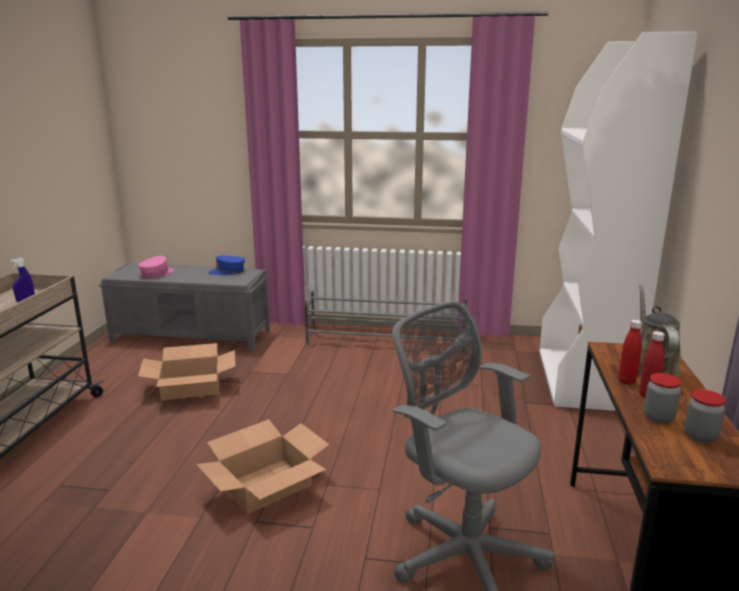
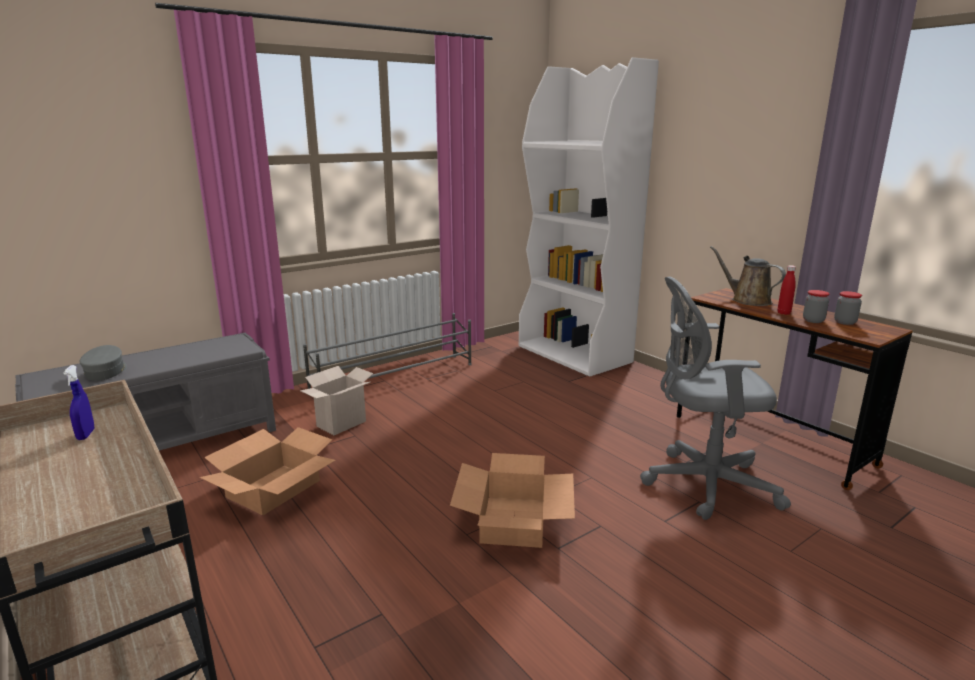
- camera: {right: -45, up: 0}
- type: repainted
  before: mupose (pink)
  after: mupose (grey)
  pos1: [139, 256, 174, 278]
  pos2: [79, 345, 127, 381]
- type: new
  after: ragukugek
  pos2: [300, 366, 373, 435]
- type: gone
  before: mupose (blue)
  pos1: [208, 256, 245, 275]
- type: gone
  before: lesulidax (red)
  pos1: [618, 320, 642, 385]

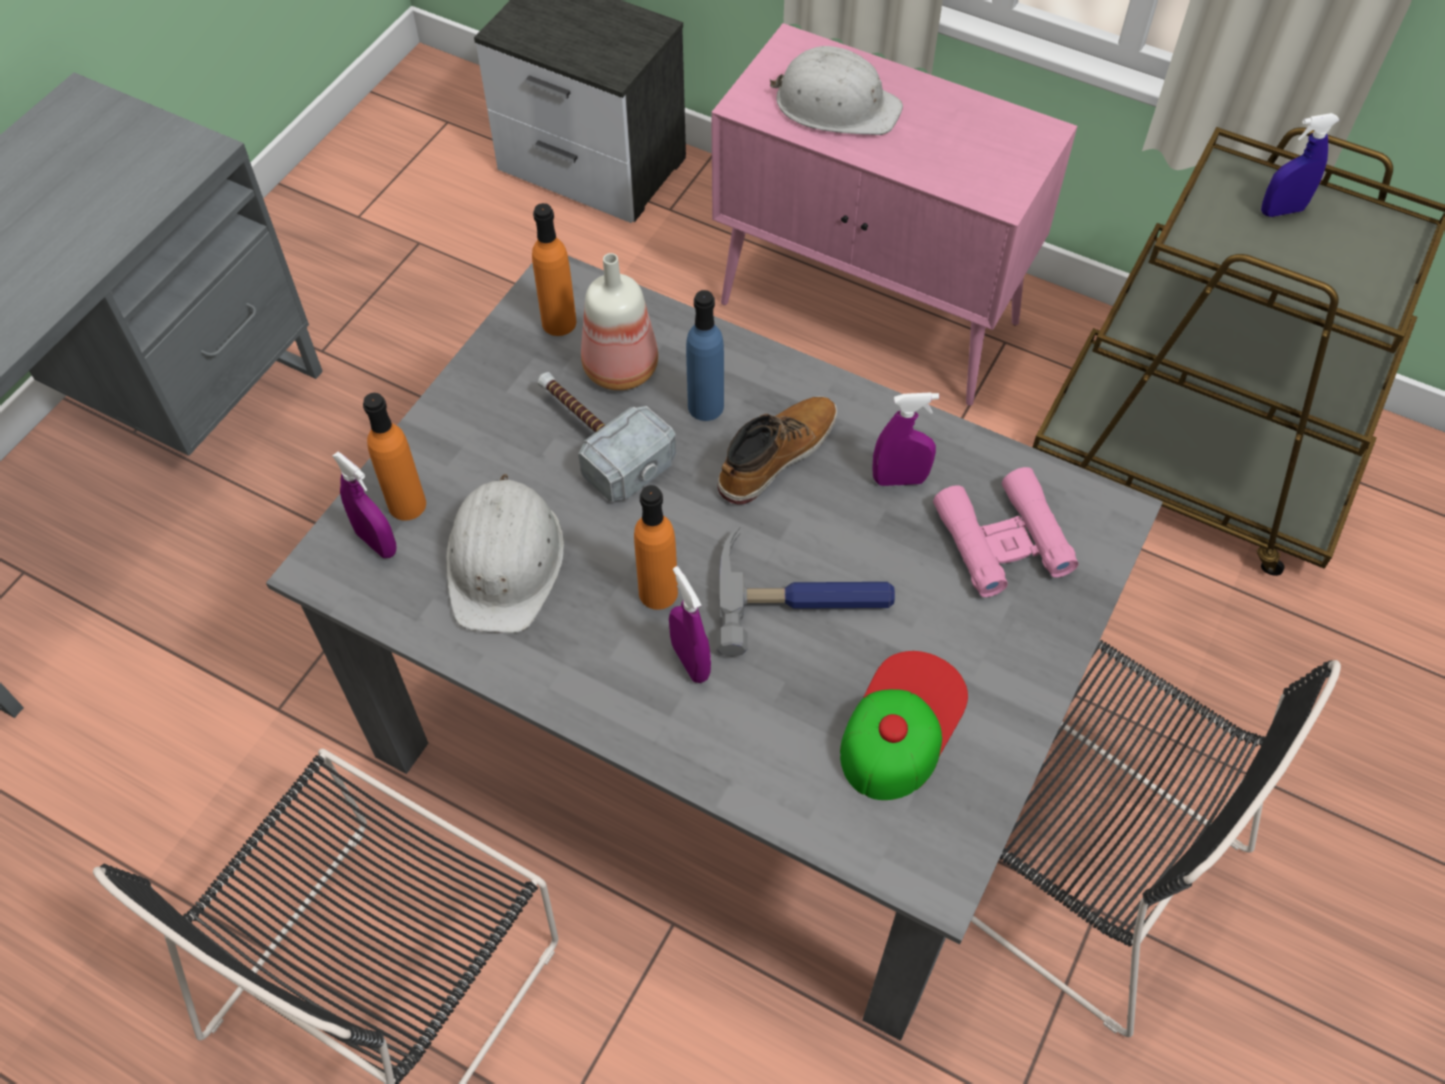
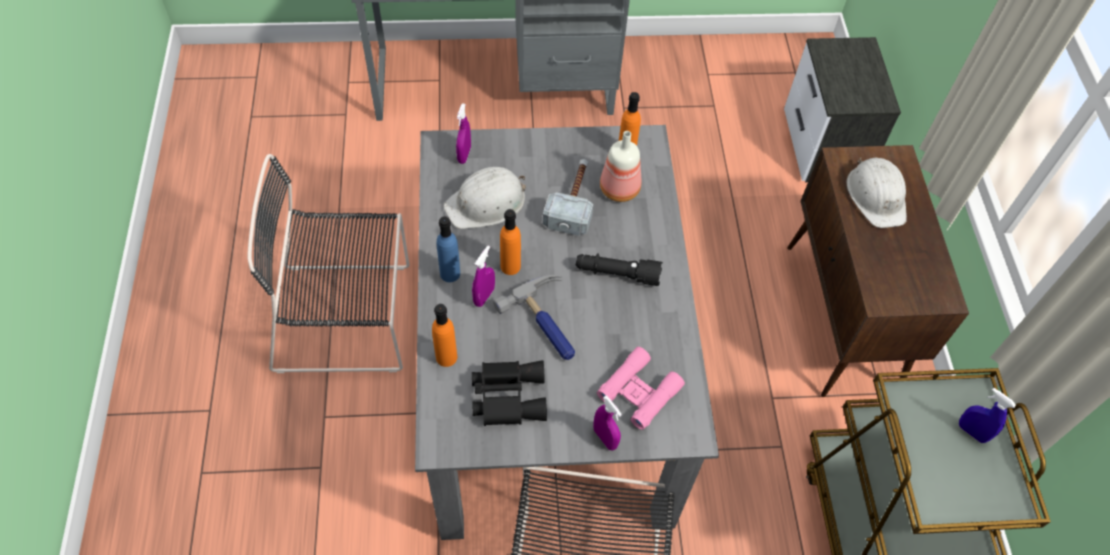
- camera: {right: 55, up: 0}
- type: shifted
  before: lesulidax (orange)
  pos1: [363, 393, 426, 521]
  pos2: [432, 304, 457, 367]
- type: shifted
  before: lesulidax (blue)
  pos1: [686, 290, 724, 421]
  pos2: [436, 216, 460, 282]
- type: swapped
  before: mupose
  after: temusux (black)
  pos1: [840, 651, 968, 800]
  pos2: [472, 361, 547, 426]
- type: swapped
  before: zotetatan
  after: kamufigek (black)
  pos1: [717, 396, 837, 505]
  pos2: [576, 253, 663, 286]
- type: shifted
  before: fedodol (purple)
  pos1: [872, 392, 939, 486]
  pos2: [593, 395, 622, 451]
- type: repainted
  before: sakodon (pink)
  after: sakodon (brown)
  pos1: [711, 23, 1077, 406]
  pos2: [787, 145, 969, 397]

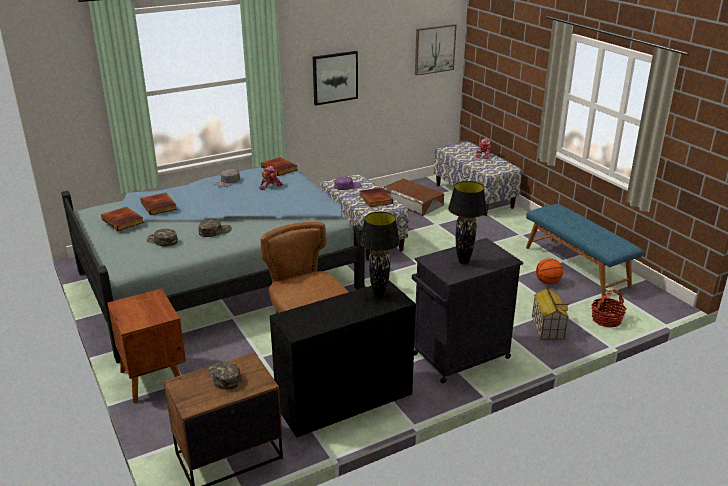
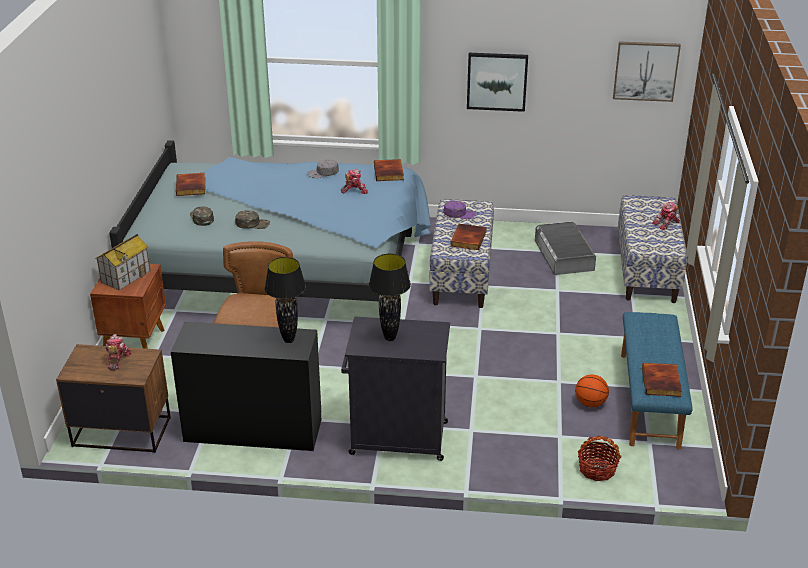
- camera: {right: 35, up: 5}
- type: shifted
  before: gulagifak
  pos1: [532, 287, 569, 340]
  pos2: [96, 234, 151, 290]
- type: swapped
  before: mupose (green)
  after: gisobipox
  pos1: [208, 362, 241, 390]
  pos2: [106, 334, 131, 371]
- type: repainted
  before: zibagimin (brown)
  after: zibagimin (grey)
  pos1: [383, 179, 444, 216]
  pos2: [535, 222, 596, 275]
- type: shifted
  before: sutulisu
  pos1: [140, 193, 177, 216]
  pos2: [642, 363, 682, 397]

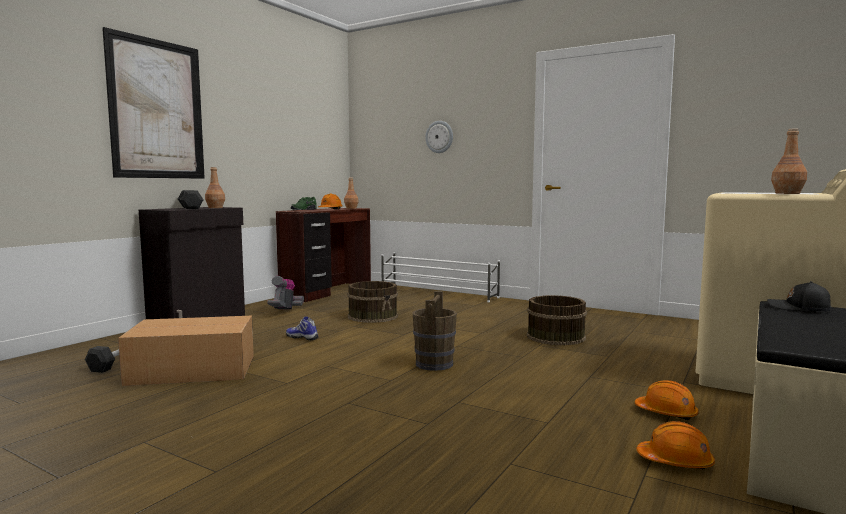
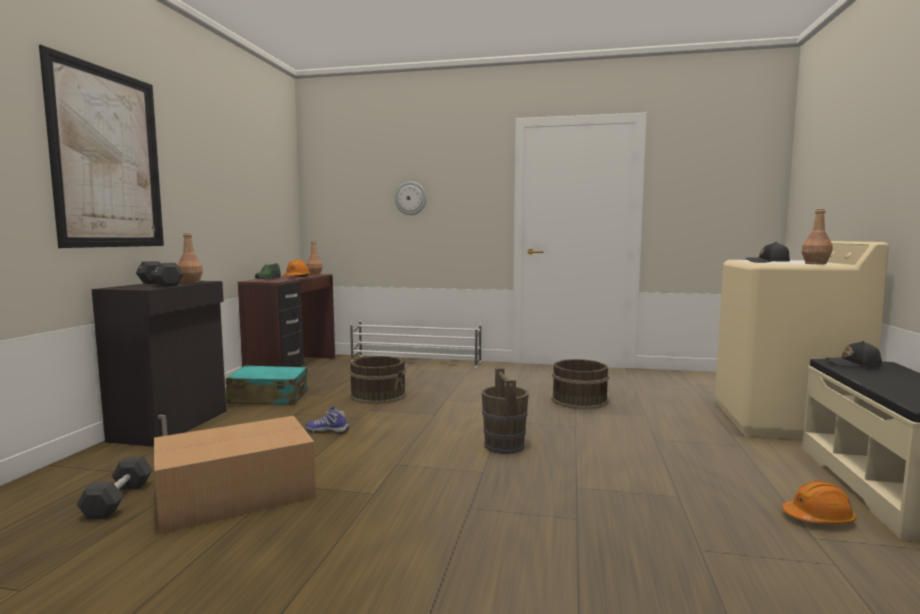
- camera: {right: -20, up: 0}
- type: swapped
  before: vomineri
  after: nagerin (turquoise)
  pos1: [267, 276, 304, 310]
  pos2: [226, 365, 307, 405]
- type: new
  after: mupose (black)
  pos2: [746, 242, 790, 263]
- type: gone
  before: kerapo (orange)
  pos1: [635, 380, 699, 420]

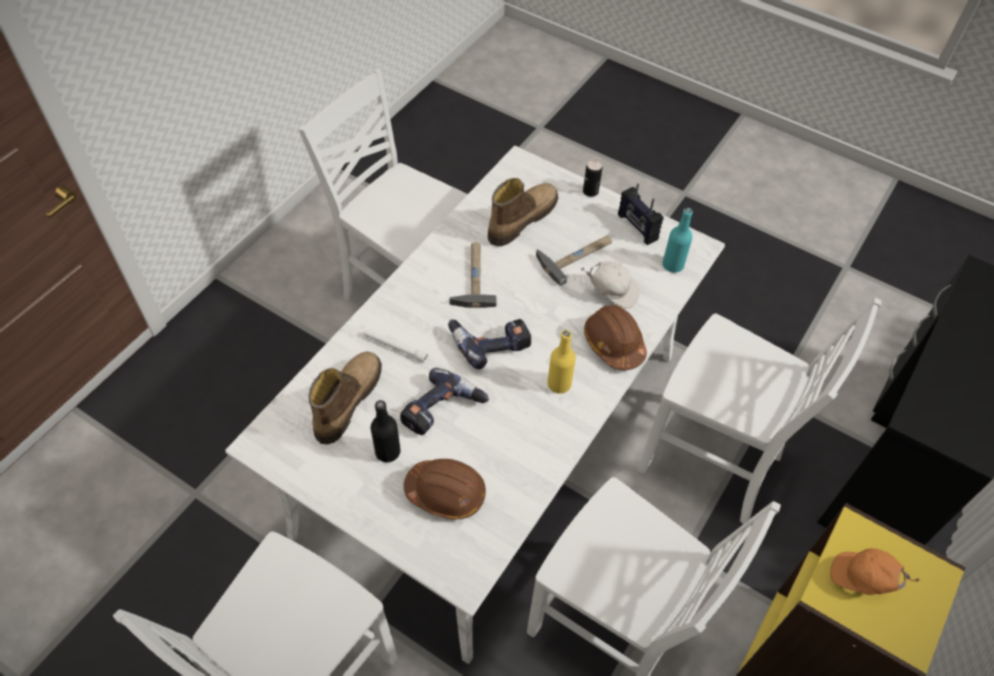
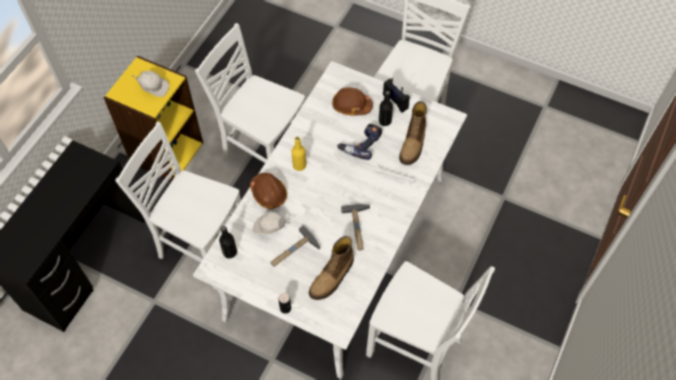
- camera: {right: 175, up: 5}
- type: repainted
  before: mupose (orange)
  after: mupose (white)
  pos1: [830, 548, 919, 595]
  pos2: [132, 71, 169, 97]
- type: repainted
  before: lesulidax (turquoise)
  after: lesulidax (black)
  pos1: [662, 208, 693, 273]
  pos2: [219, 226, 237, 258]
- type: shifted
  before: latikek
  pos1: [618, 183, 664, 245]
  pos2: [383, 78, 410, 113]
- type: gone
  before: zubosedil
  pos1: [448, 319, 531, 369]

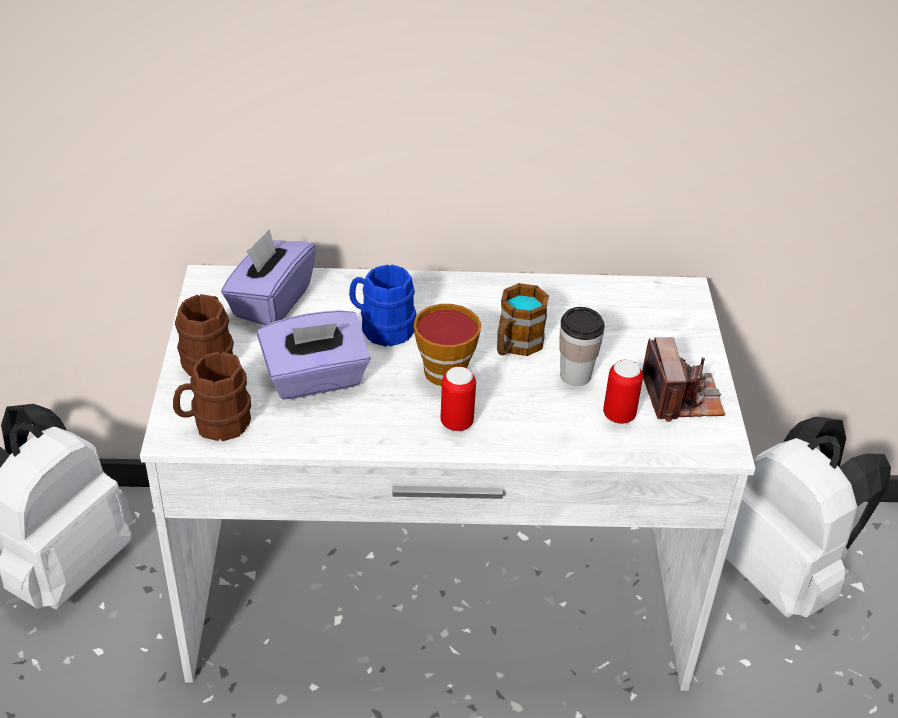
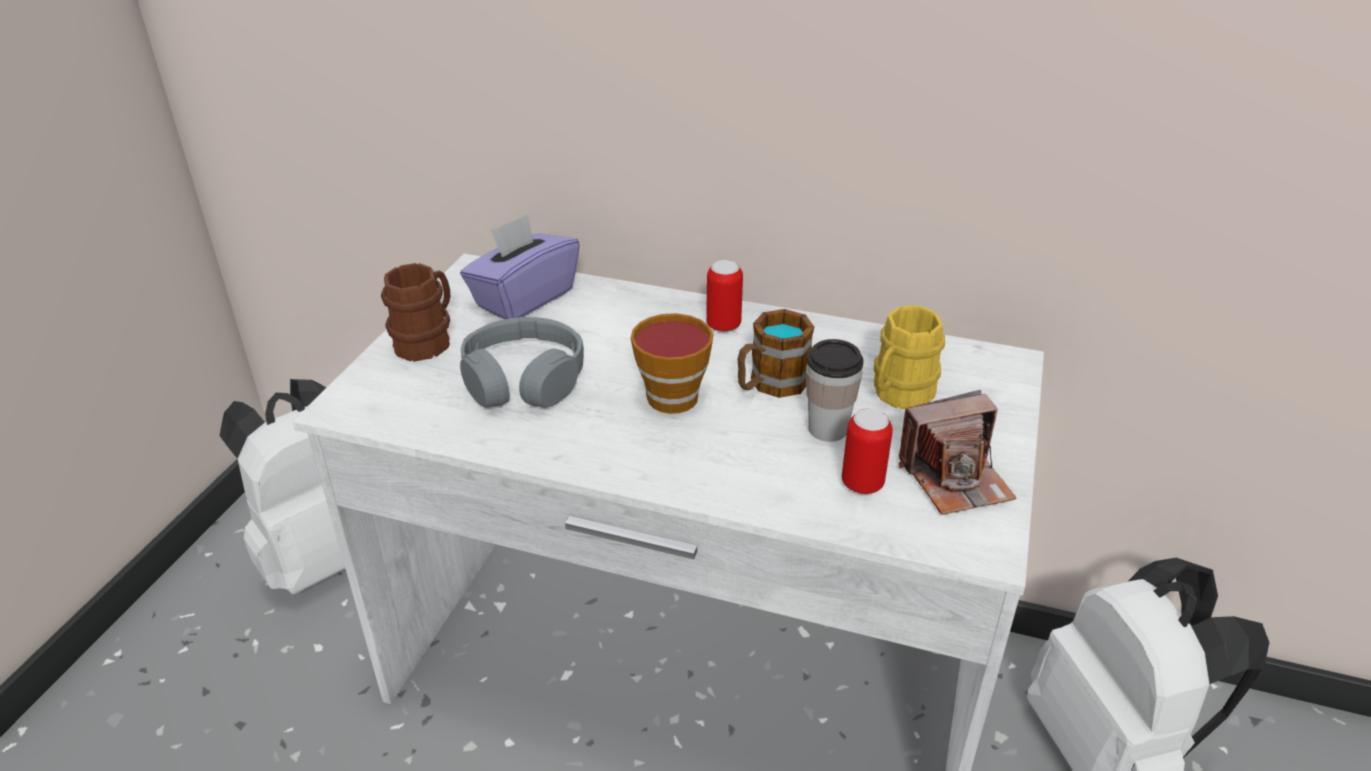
- camera: {right: 20, up: -5}
- type: swapped
  before: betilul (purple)
  after: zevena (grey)
  pos1: [257, 310, 371, 400]
  pos2: [460, 317, 584, 408]
- type: shifted
  before: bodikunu
  pos1: [441, 367, 476, 431]
  pos2: [706, 260, 743, 332]
- type: new
  after: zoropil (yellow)
  pos2: [874, 305, 945, 409]
- type: rotated
  before: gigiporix
  pos1: [642, 337, 725, 422]
  pos2: [899, 390, 1017, 515]
  turn: 60
- type: gone
  before: zoropil (brown)
  pos1: [173, 352, 251, 441]
- type: gone
  before: zoropil (blue)
  pos1: [349, 264, 417, 347]

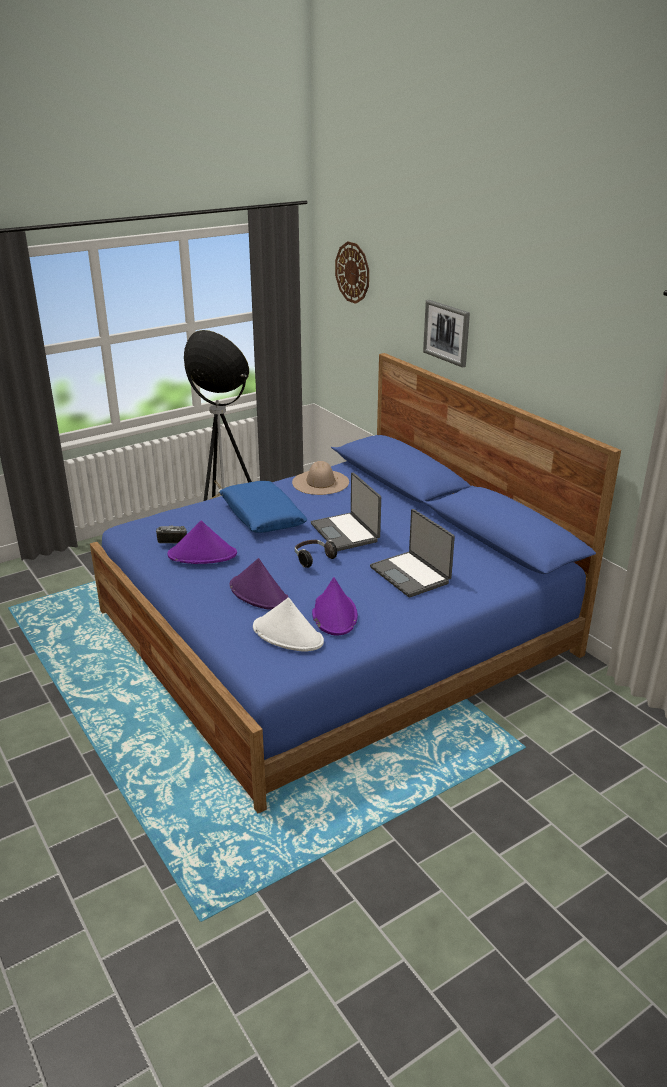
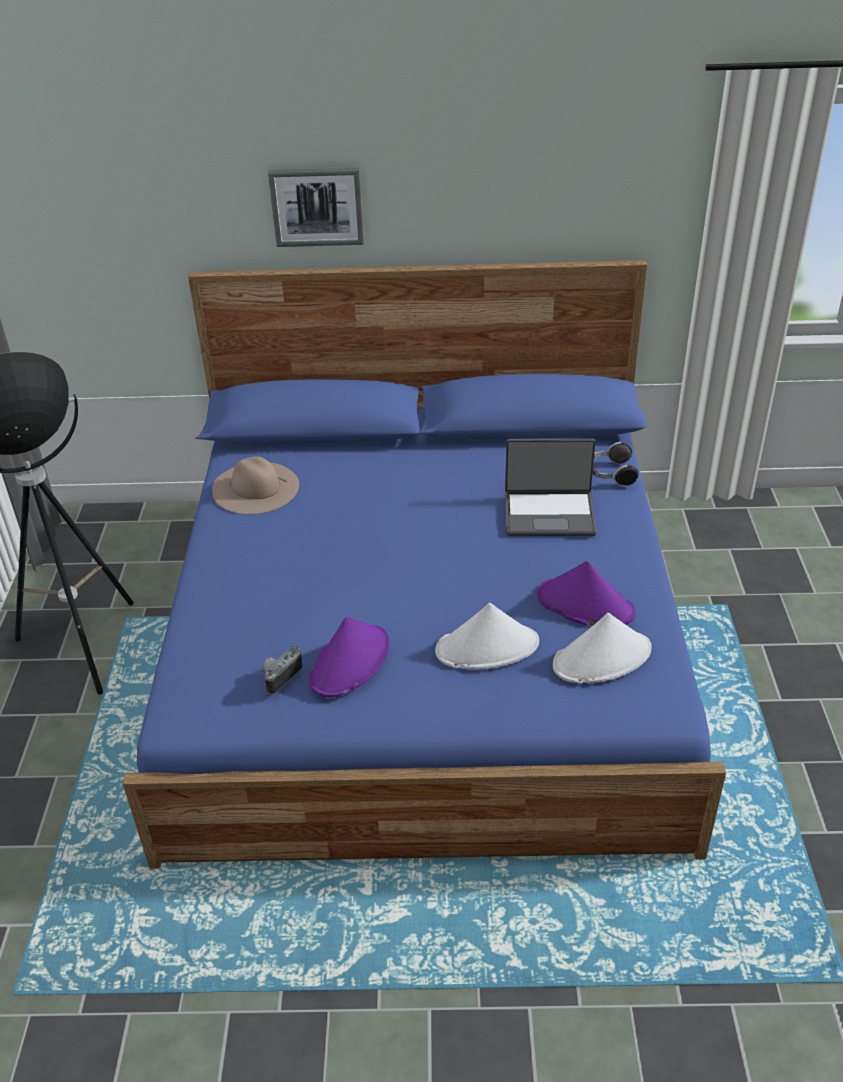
- camera: {right: -55, up: 10}
- type: repainted
  before: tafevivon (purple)
  after: tafevivon (white)
  pos1: [230, 558, 289, 610]
  pos2: [435, 603, 539, 670]
- type: shifted
  before: zevena
  pos1: [295, 540, 337, 568]
  pos2: [593, 442, 639, 487]
- type: gone
  before: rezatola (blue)
  pos1: [220, 481, 307, 533]
- type: gone
  before: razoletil
  pos1: [311, 472, 381, 551]
- type: gone
  before: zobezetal
  pos1: [335, 241, 369, 304]

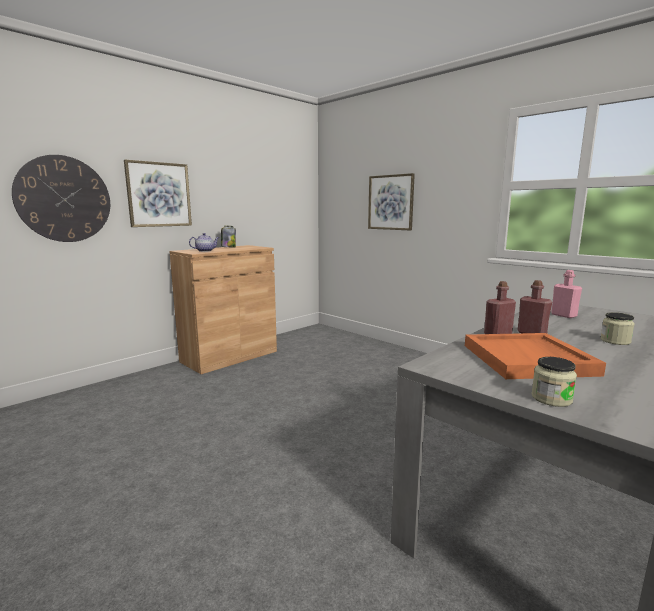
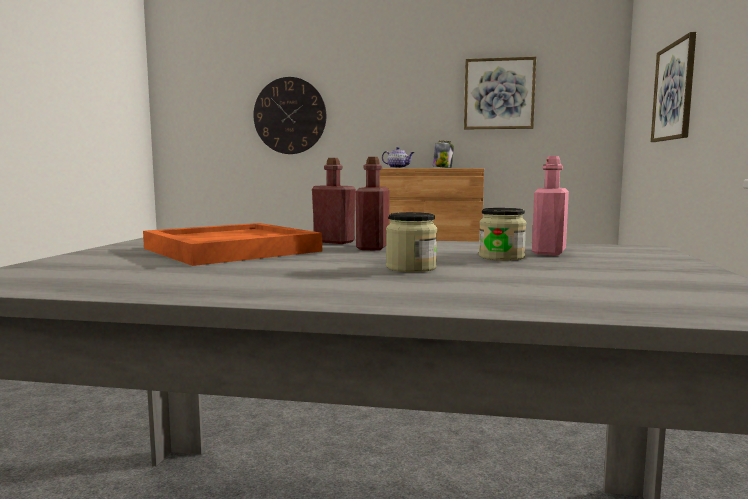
- camera: {right: 55, up: -5}
- type: shifted
  before: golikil
  pos1: [124, 160, 192, 227]
  pos2: [464, 57, 536, 129]
- type: shifted
  before: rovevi
  pos1: [531, 357, 577, 407]
  pos2: [479, 208, 526, 261]

